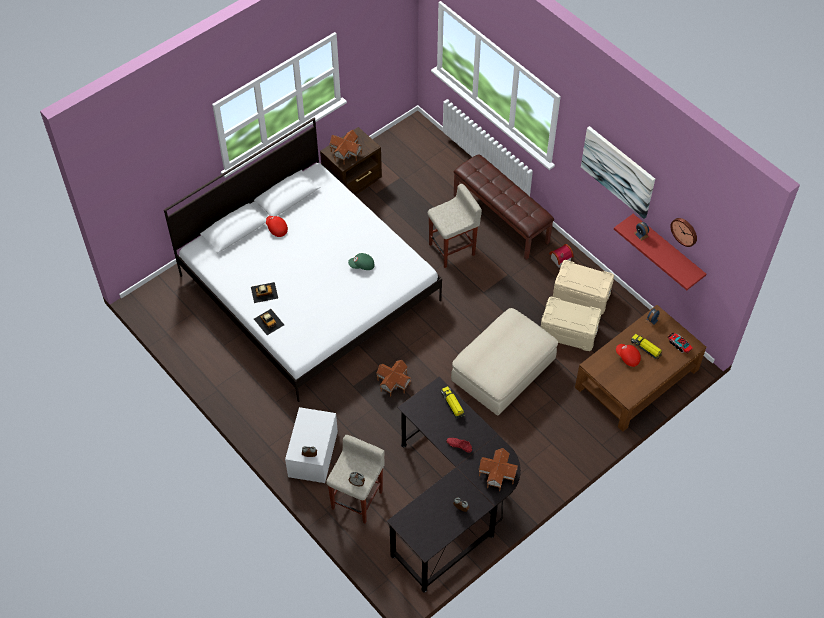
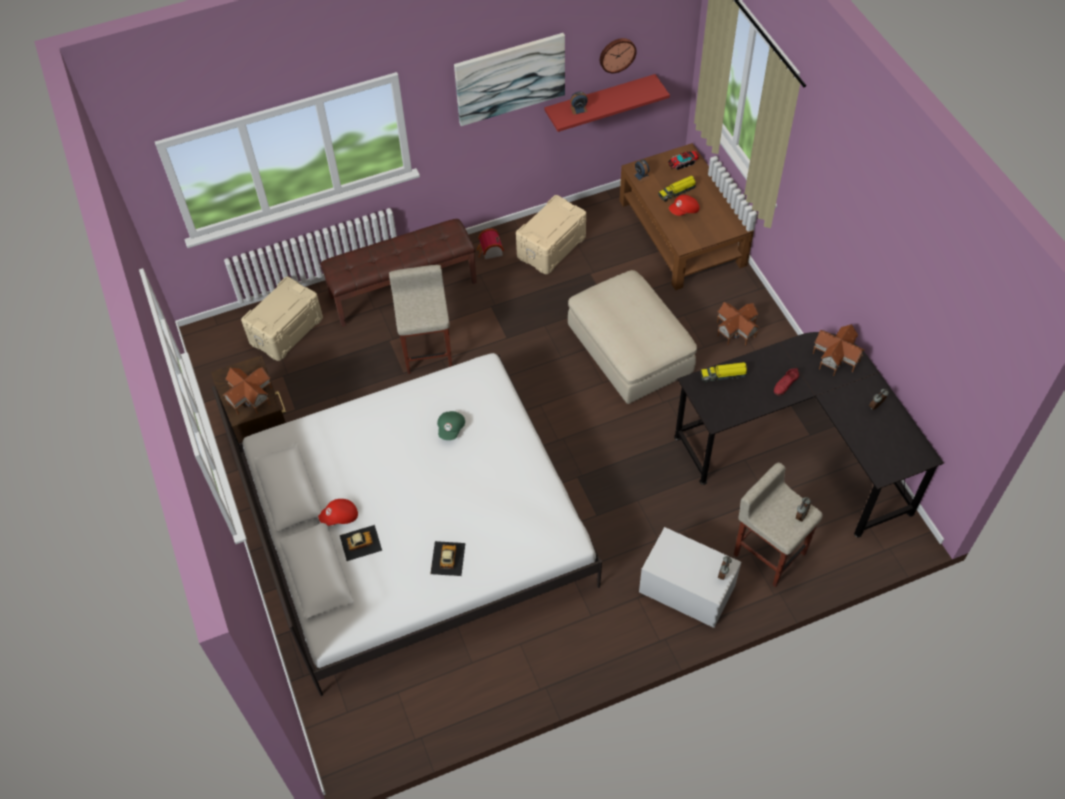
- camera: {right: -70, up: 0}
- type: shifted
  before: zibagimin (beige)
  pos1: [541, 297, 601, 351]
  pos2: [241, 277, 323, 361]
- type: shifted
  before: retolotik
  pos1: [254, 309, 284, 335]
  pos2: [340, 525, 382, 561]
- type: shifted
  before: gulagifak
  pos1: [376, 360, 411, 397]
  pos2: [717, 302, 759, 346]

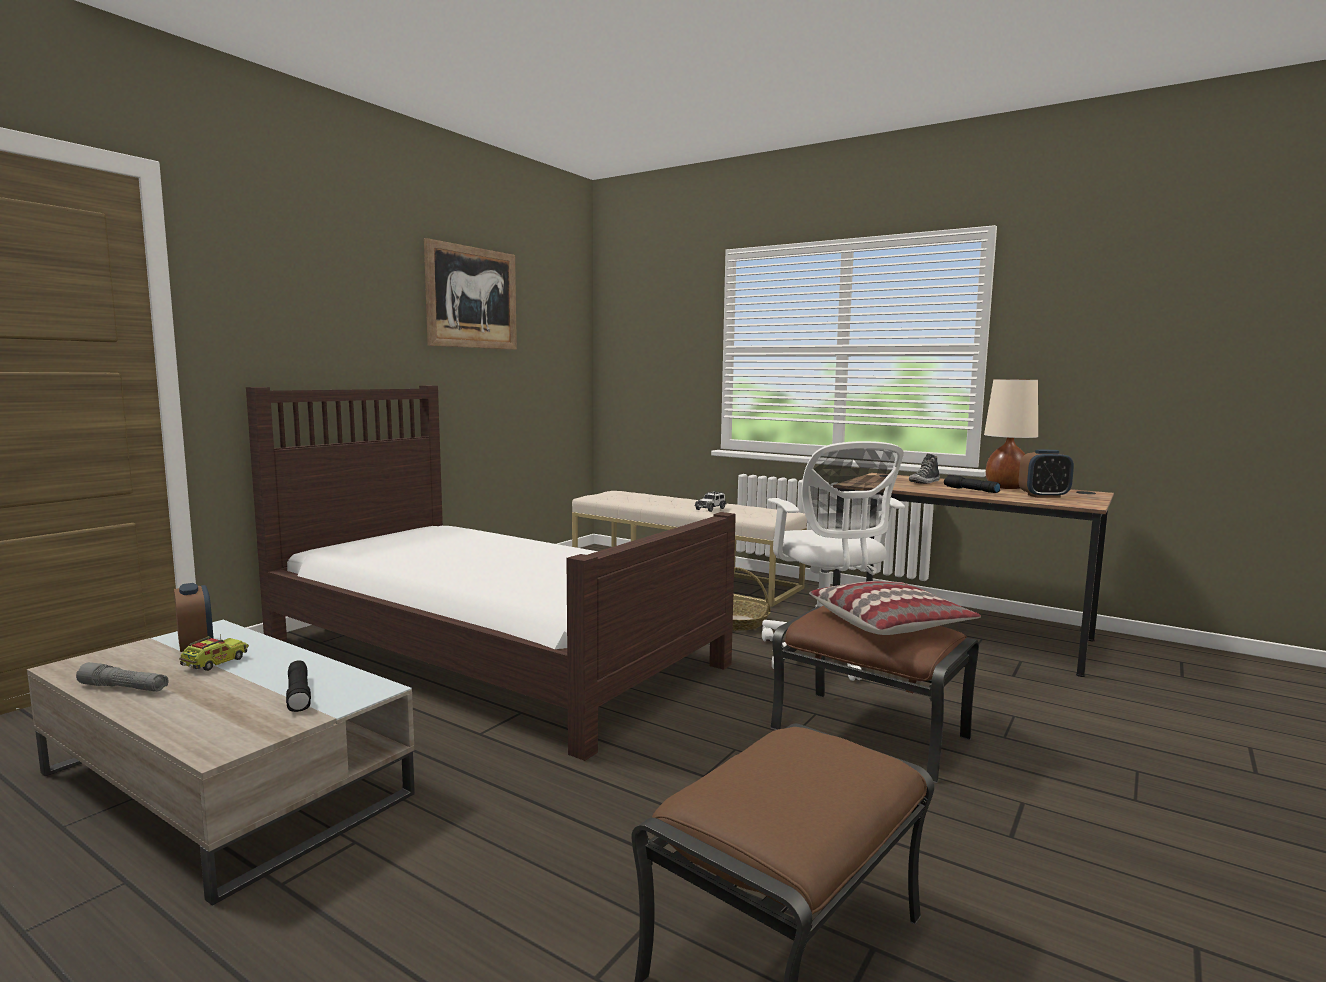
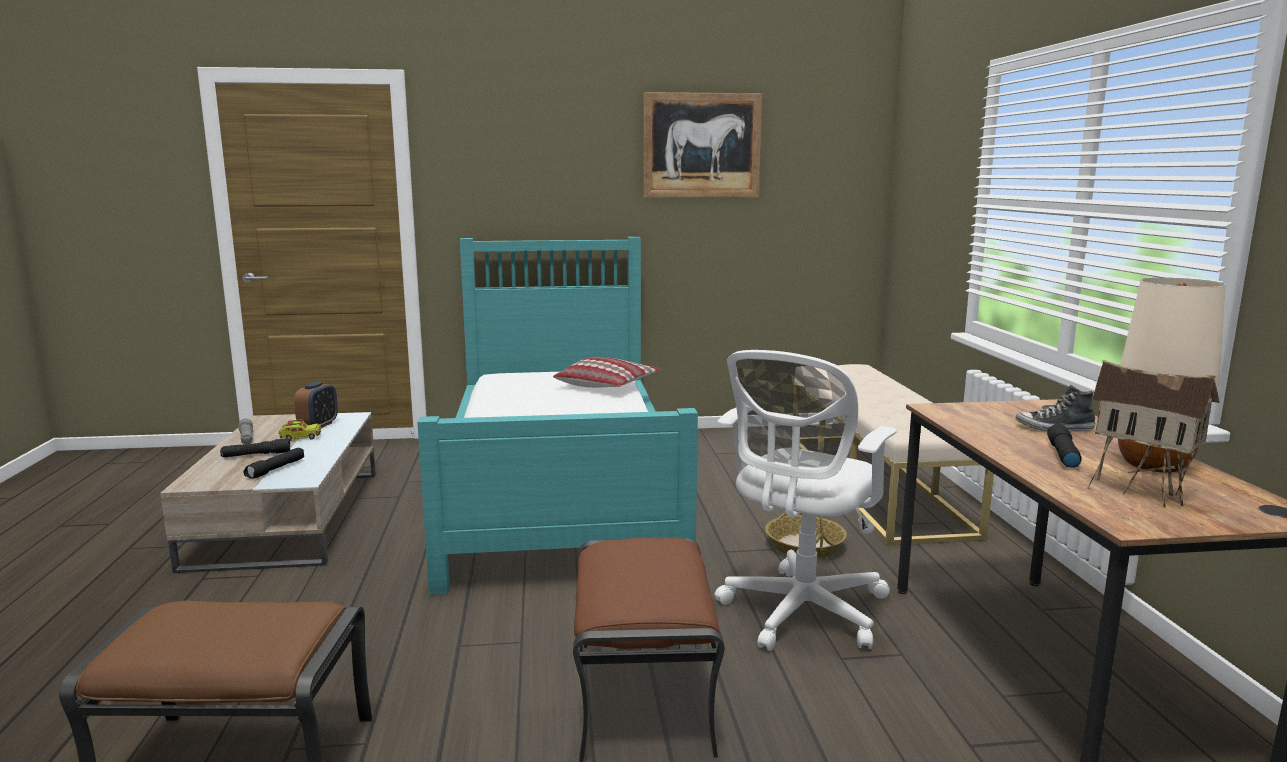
- camera: {right: 50, up: 5}
- type: new
  after: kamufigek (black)
  pos2: [220, 438, 291, 457]
- type: repainted
  before: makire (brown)
  after: makire (turquoise)
  pos1: [246, 386, 736, 761]
  pos2: [417, 237, 698, 595]
- type: shifted
  before: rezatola
  pos1: [809, 581, 981, 635]
  pos2: [553, 357, 660, 388]
- type: swapped
  before: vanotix
  after: gulagifak
  pos1: [1019, 450, 1074, 498]
  pos2: [1087, 360, 1220, 508]
- type: gone
  before: retolotik
  pos1: [695, 491, 727, 512]

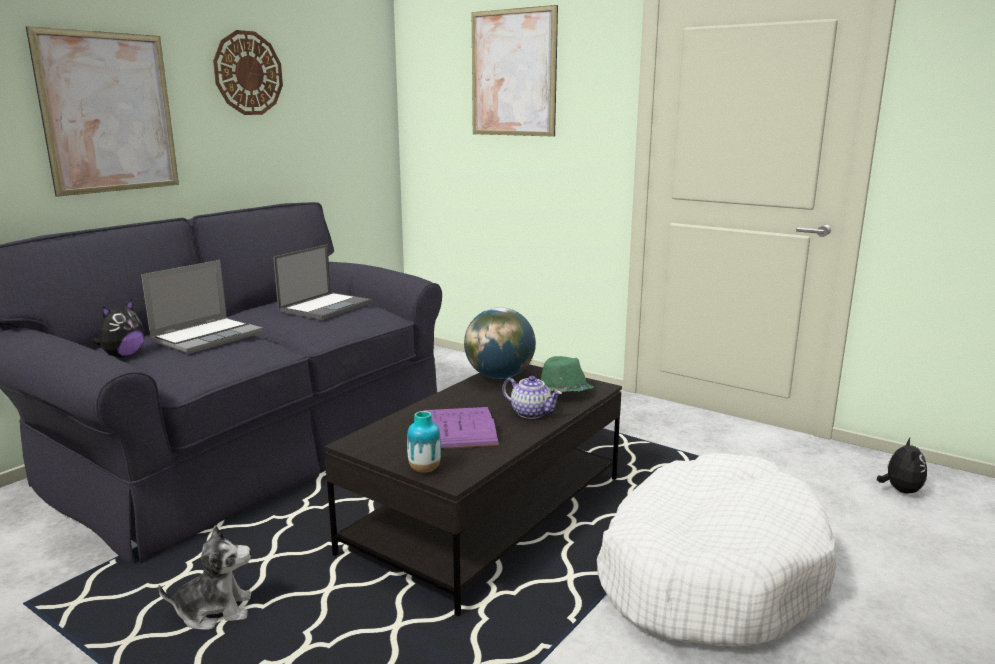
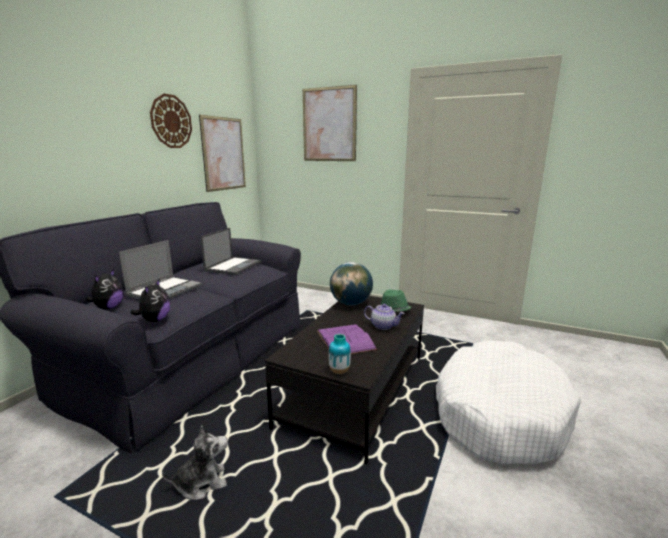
- camera: {right: -10, up: 0}
- type: shifted
  before: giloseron
  pos1: [877, 438, 927, 494]
  pos2: [131, 279, 170, 322]
- type: shifted
  before: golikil
  pos1: [26, 26, 179, 197]
  pos2: [199, 115, 246, 192]

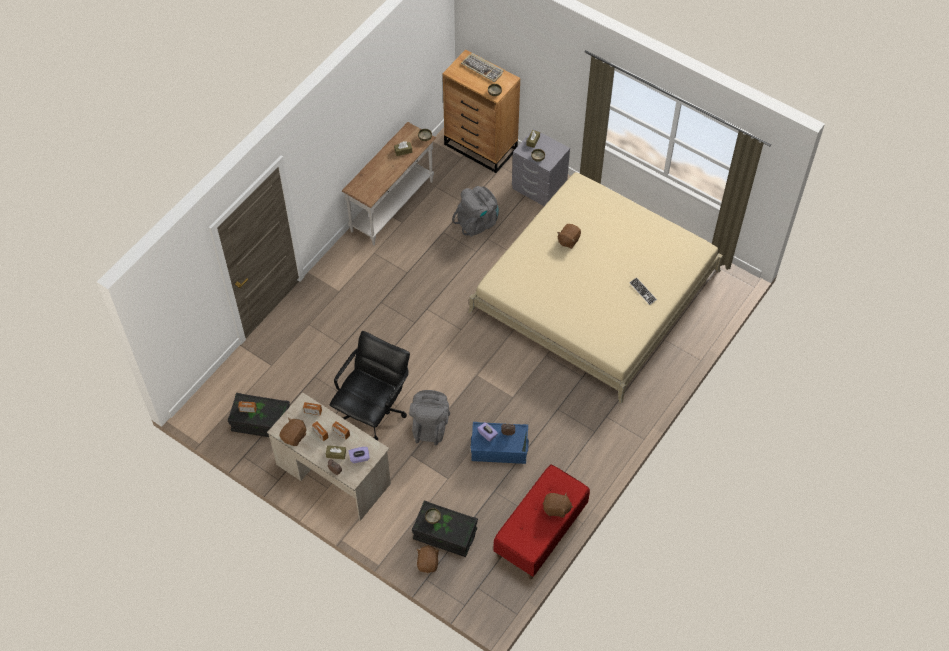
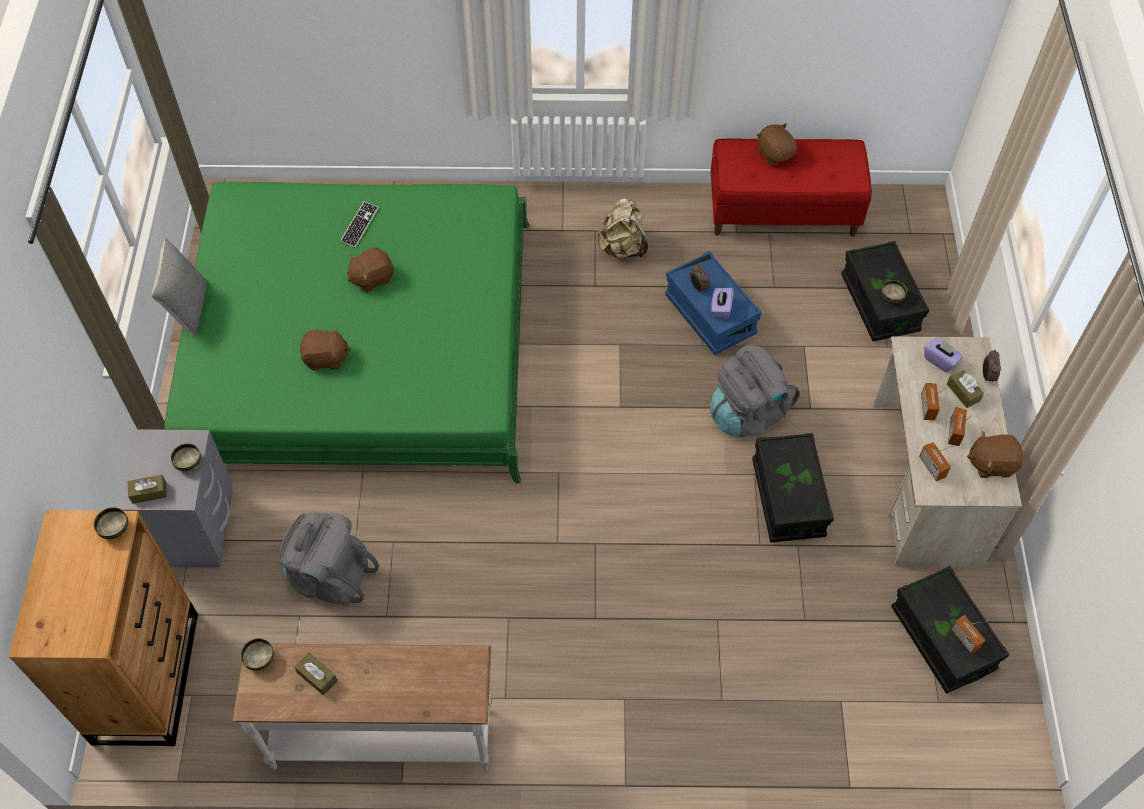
- camera: {right: -125, up: 0}
- type: new
  after: rezatola (grey)
  pos2: [151, 238, 207, 337]
- type: repainted
  before: makire (beige)
  after: makire (green)
  pos1: [468, 172, 723, 404]
  pos2: [164, 182, 529, 483]
- type: shifted
  before: giloseron (brown)
  pos1: [417, 545, 439, 573]
  pos2: [347, 247, 394, 293]
- type: new
  after: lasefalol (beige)
  pos2: [597, 198, 648, 259]
- type: swapped
  before: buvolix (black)
  after: zibagimin (black)
  pos1: [330, 331, 410, 441]
  pos2: [752, 433, 834, 543]
- type: gone
  before: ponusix
  pos1: [461, 53, 503, 82]

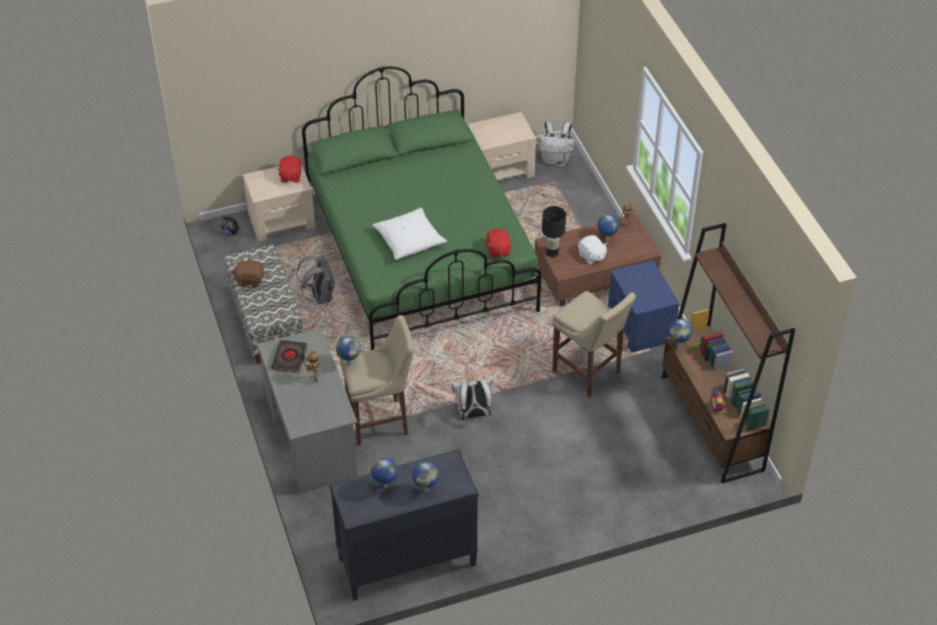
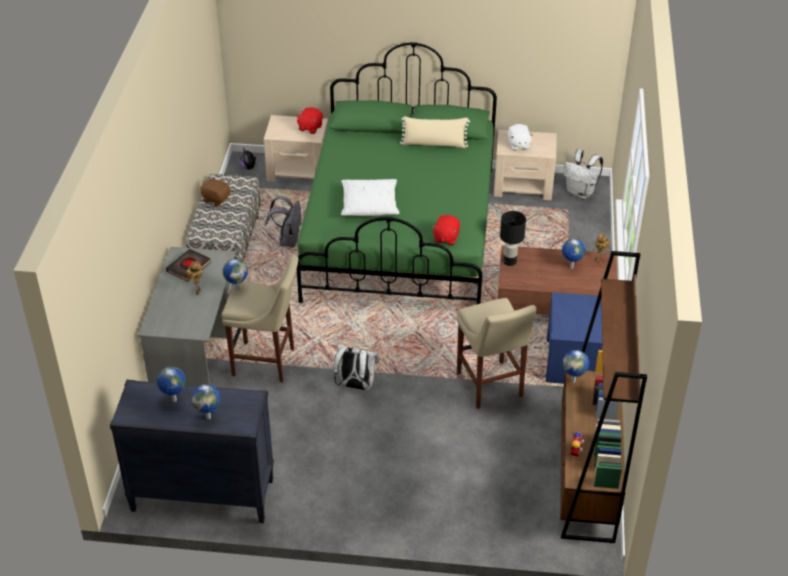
- camera: {right: 25, up: -5}
- type: new
  after: rezatola (beige)
  pos2: [400, 116, 470, 148]
- type: shifted
  before: giloseron (white)
  pos1: [578, 235, 608, 265]
  pos2: [508, 124, 533, 150]

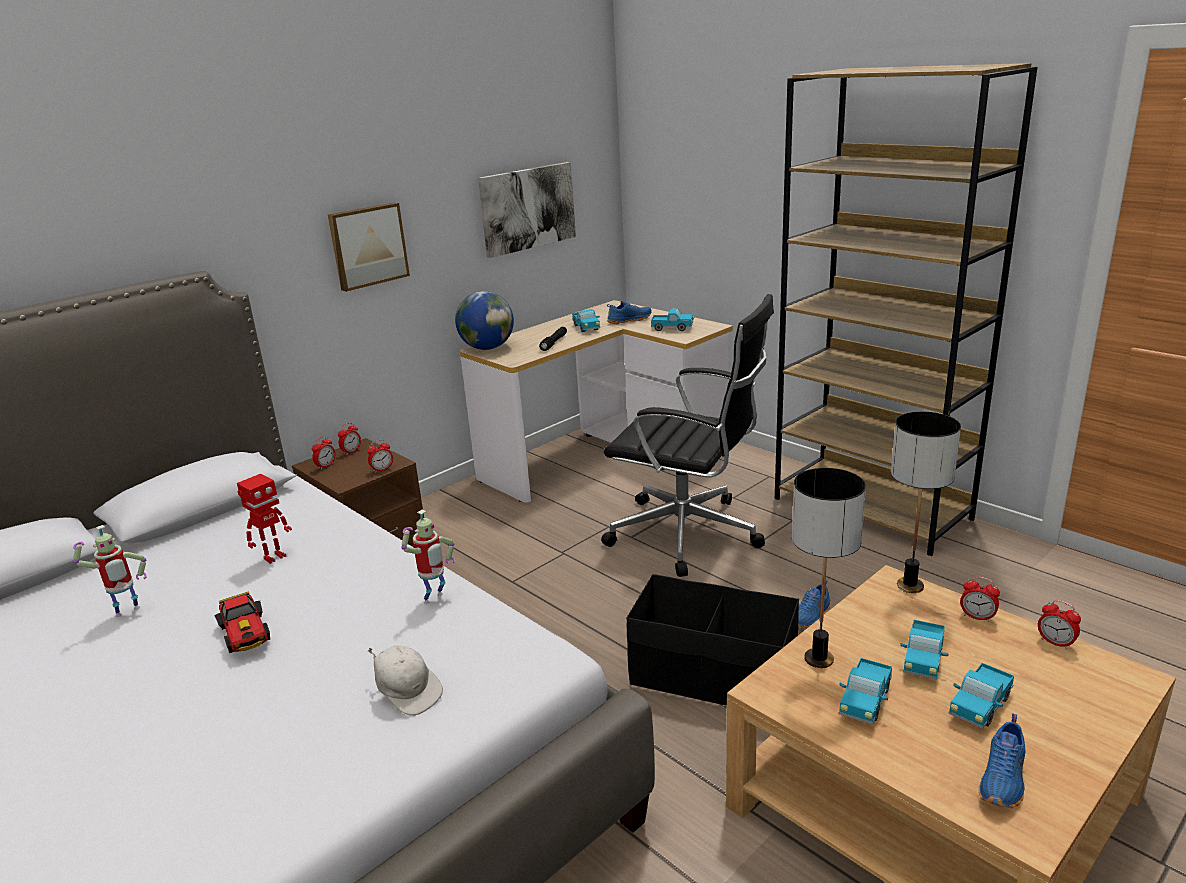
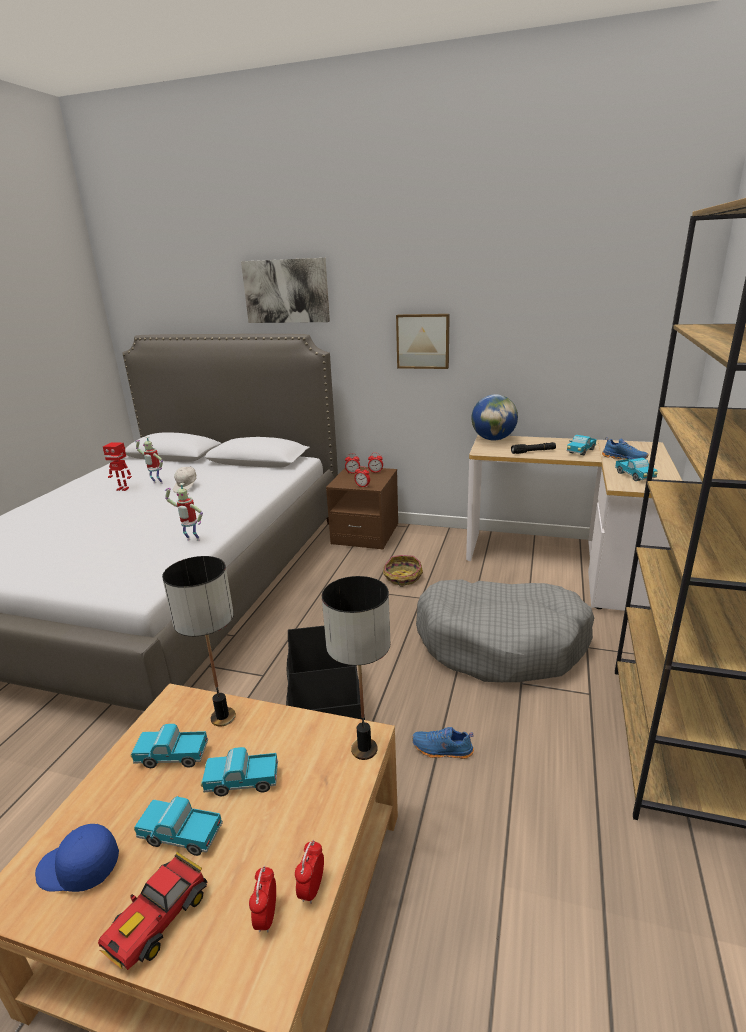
- camera: {right: 60, up: 0}
- type: swapped
  before: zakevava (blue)
  after: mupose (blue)
  pos1: [978, 714, 1025, 808]
  pos2: [35, 824, 119, 892]
- type: shifted
  before: retolotik
  pos1: [214, 591, 270, 653]
  pos2: [98, 852, 207, 970]
- type: shifted
  before: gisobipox
  pos1: [237, 474, 292, 564]
  pos2: [103, 442, 132, 491]
- type: shifted
  before: mupose (white)
  pos1: [368, 646, 443, 716]
  pos2: [173, 467, 196, 493]
- type: shifted
  before: golikil
  pos1: [478, 162, 576, 258]
  pos2: [241, 258, 330, 323]
- type: shifted
  before: vanotix
  pos1: [960, 576, 1000, 622]
  pos2: [249, 866, 276, 932]
- type: new
  after: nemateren
  pos2: [383, 555, 423, 587]
- type: swapped
  before: buvolix (black)
  after: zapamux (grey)
  pos1: [601, 294, 774, 577]
  pos2: [416, 579, 594, 682]

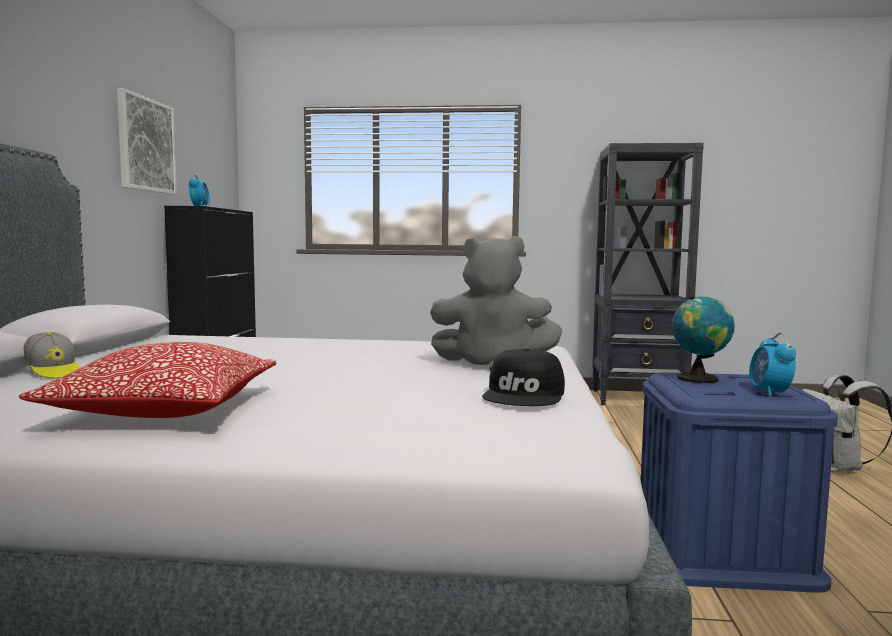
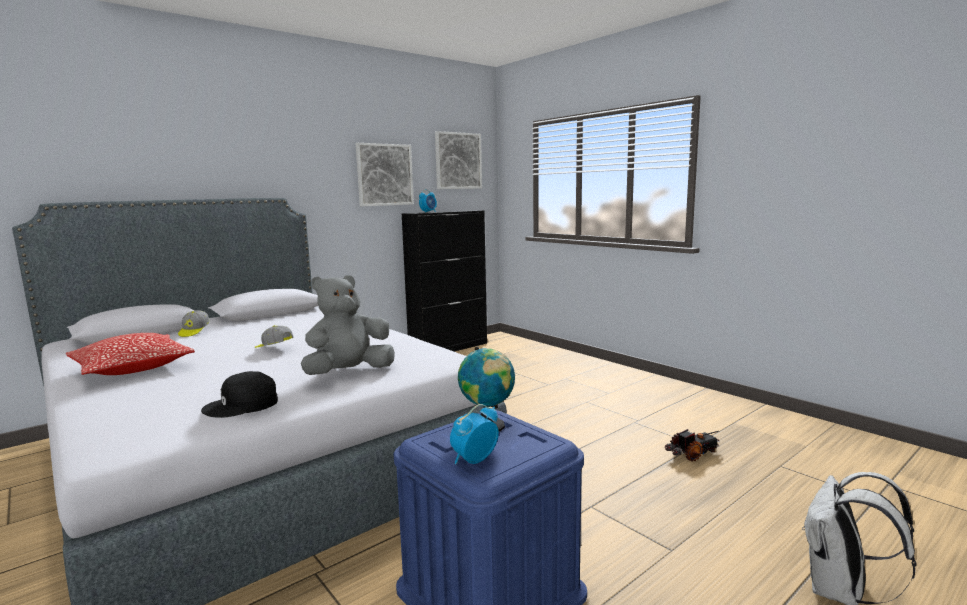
- camera: {right: 45, up: 5}
- type: new
  after: mupose
  pos2: [255, 325, 294, 348]
- type: rotated
  before: giloseron (grey)
  pos1: [430, 236, 562, 371]
  pos2: [301, 275, 395, 375]
  turn: 90
- type: new
  after: golikil
  pos2: [435, 131, 482, 189]
- type: new
  after: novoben
  pos2: [665, 429, 720, 462]
- type: gone
  before: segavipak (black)
  pos1: [592, 143, 704, 405]

